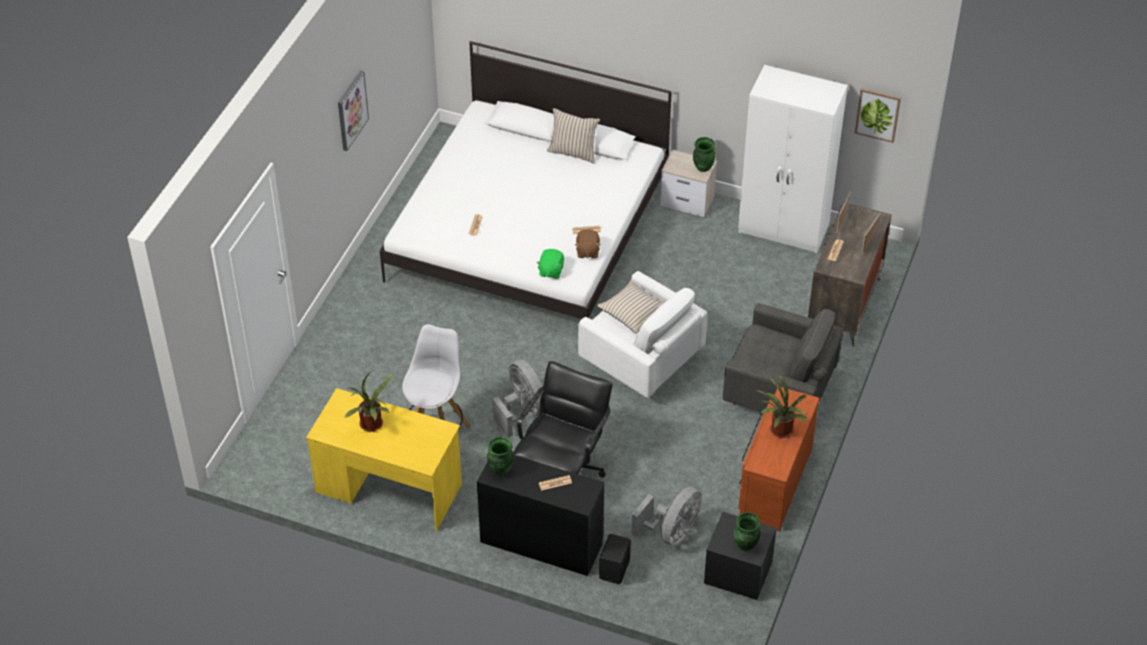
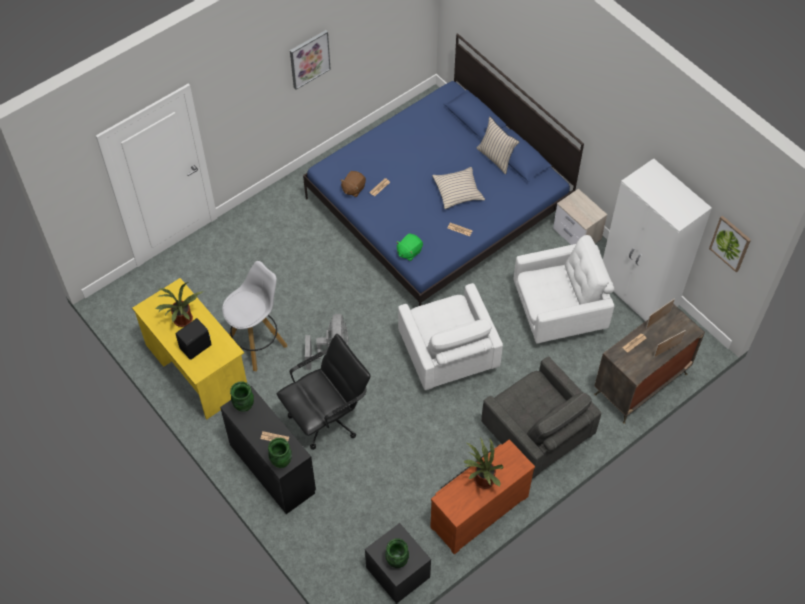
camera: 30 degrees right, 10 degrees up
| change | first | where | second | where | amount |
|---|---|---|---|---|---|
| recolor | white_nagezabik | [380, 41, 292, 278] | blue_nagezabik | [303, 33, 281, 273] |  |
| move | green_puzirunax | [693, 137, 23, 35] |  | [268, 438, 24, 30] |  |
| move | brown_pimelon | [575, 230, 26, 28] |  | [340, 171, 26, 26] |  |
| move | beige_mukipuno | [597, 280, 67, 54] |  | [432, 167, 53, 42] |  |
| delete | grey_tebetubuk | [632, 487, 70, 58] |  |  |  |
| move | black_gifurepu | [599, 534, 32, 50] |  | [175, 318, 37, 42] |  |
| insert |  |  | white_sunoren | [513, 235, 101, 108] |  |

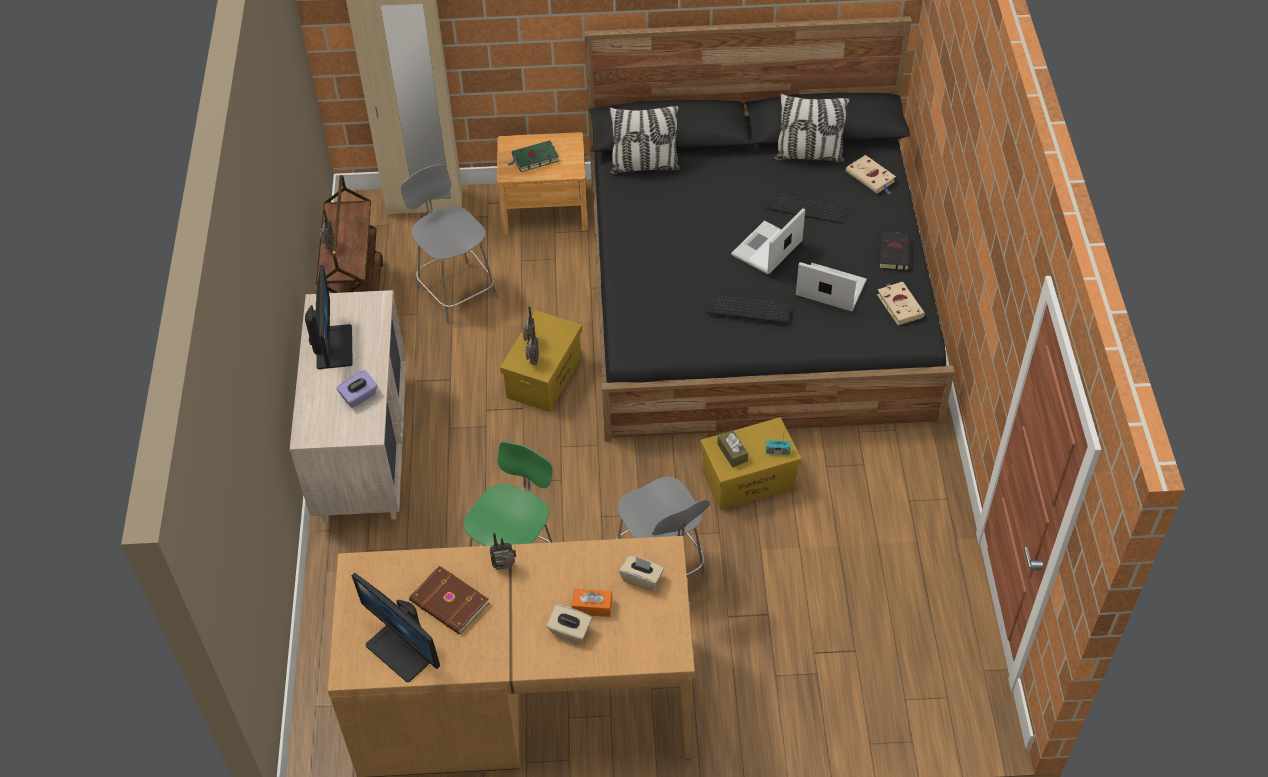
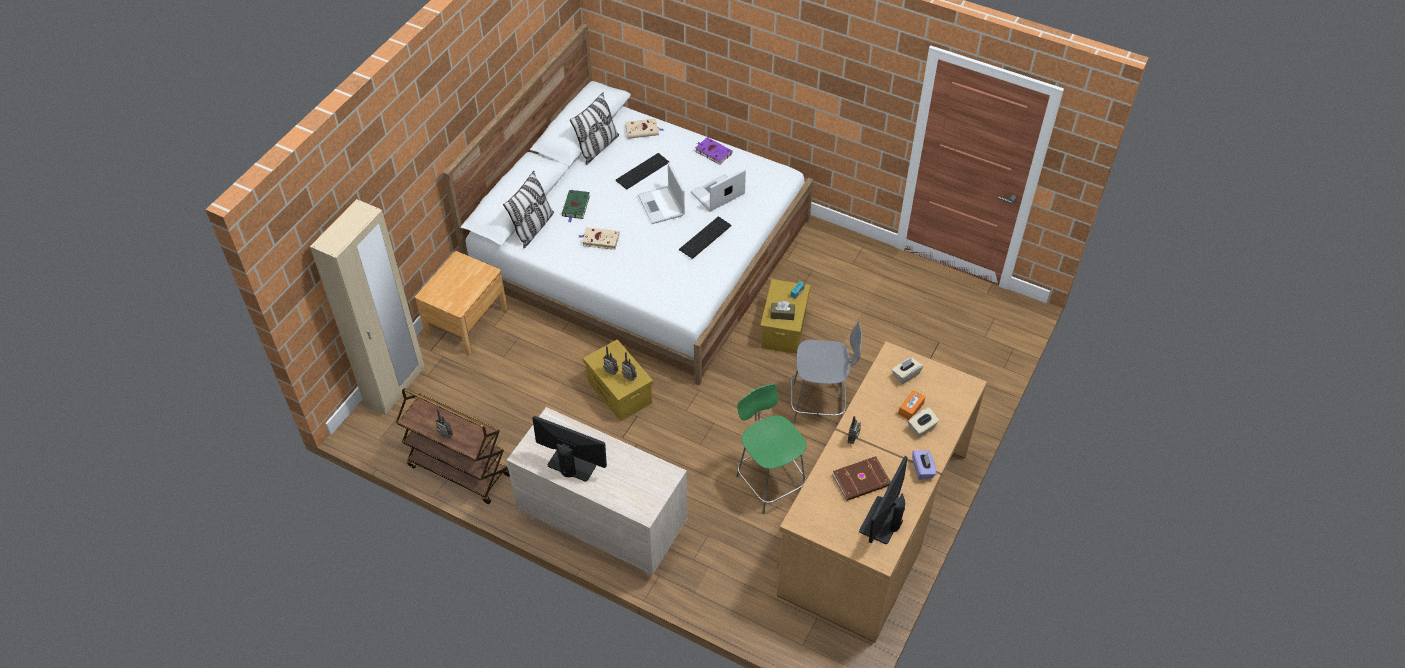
camera: 60 degrees left, 0 degrees up
| change | first | where | second | where | amount |
|---|---|---|---|---|---|
| recolor | black_nagezabik | [584, 16, 371, 425] | white_nagezabik | [443, 24, 370, 361] |  |
| move | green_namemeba | [508, 140, 51, 32] |  | [562, 190, 28, 33] |  |
| delete | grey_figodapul | [401, 164, 97, 159] |  |  |  |
| recolor | black_namemeba | [879, 232, 31, 39] | purple_namemeba | [695, 137, 38, 28] |  |
| move | beige_namemeba | [877, 282, 48, 43] |  | [579, 227, 40, 23] |  |
| move | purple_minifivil | [337, 370, 40, 38] |  | [912, 450, 25, 30] |  |
| rotate | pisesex | [351, 573, 89, 109] |  | [859, 456, 49, 88] | 135 degrees clockwise |

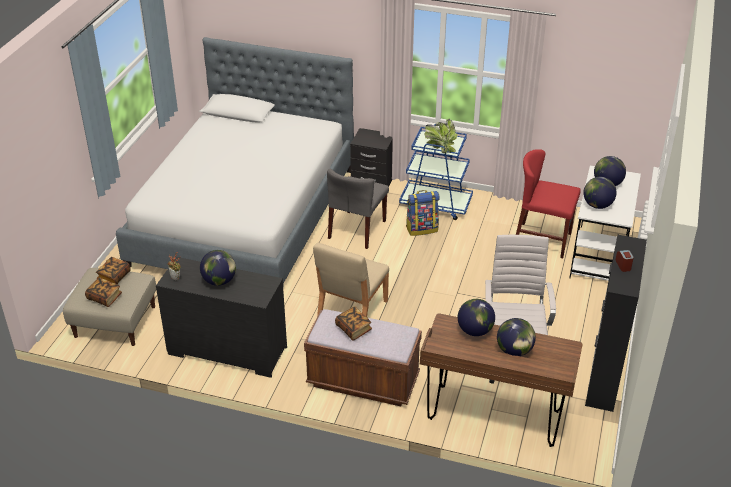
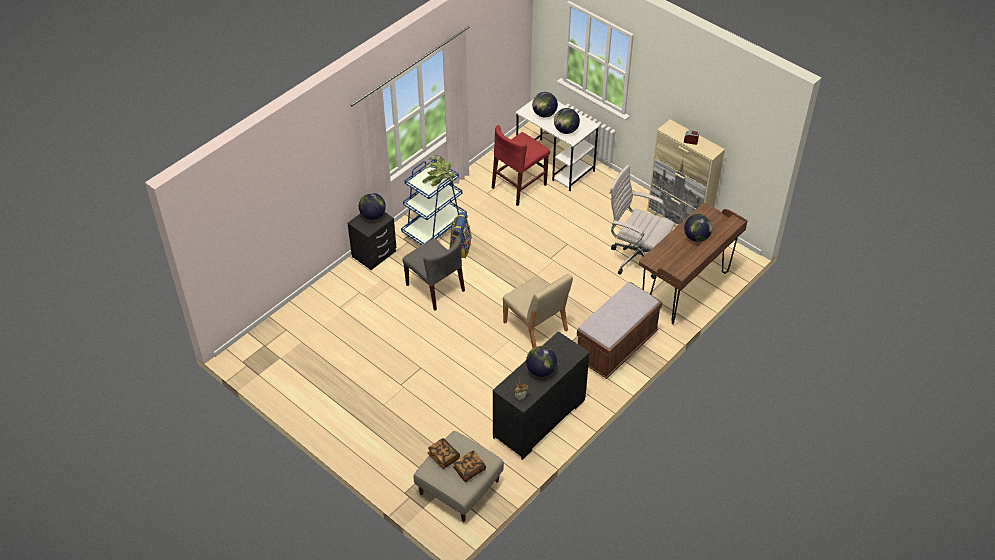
camera: 65 degrees left, 10 degrees up
| change | first | where | second | where | amount |
|---|---|---|---|---|---|
| delete | nagezabik | [116, 37, 238, 246] |  |  |  |
| recolor | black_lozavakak | [585, 235, 62, 177] | beige_lozavakak | [647, 119, 78, 109] |  |
| move | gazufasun | [458, 299, 37, 37] |  | [359, 193, 27, 27] |  |
| delete | namemeba | [335, 306, 37, 35] |  |  |  |

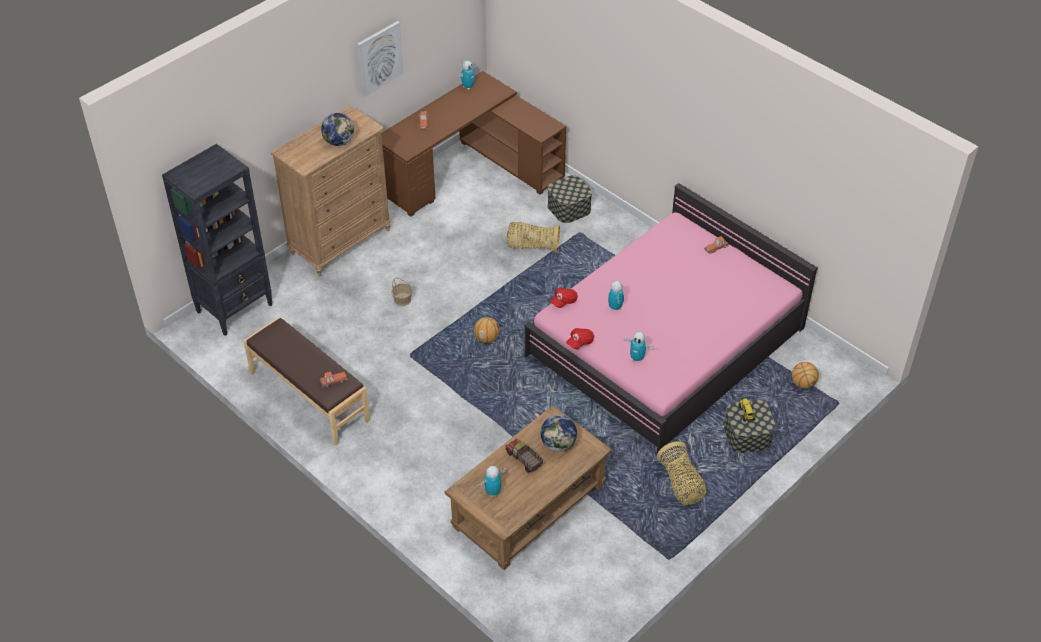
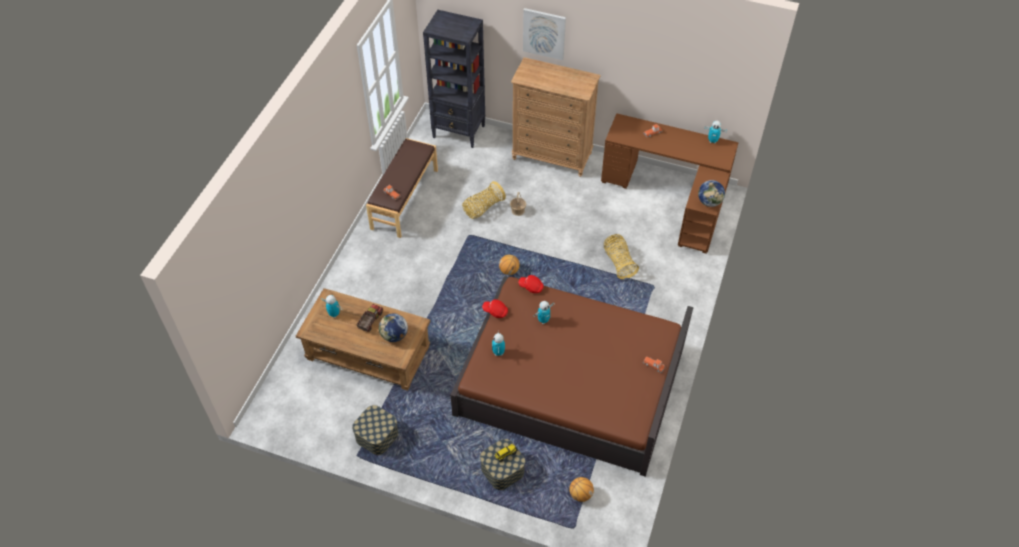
camera: 65 degrees right, 5 degrees up
| change | first | where | second | where | amount |
|---|---|---|---|---|---|
| move | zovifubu | [357, 21, 47, 76] |  | [523, 8, 43, 52] |  |
| move | gazufasun | [321, 113, 33, 33] |  | [698, 180, 27, 27] |  |
| move | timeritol | [548, 175, 44, 48] |  | [352, 405, 46, 50] |  |
| recolor | pink_nagezabik | [524, 183, 294, 271] | brown_nagezabik | [450, 276, 244, 201] |  |
| move | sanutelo | [657, 441, 49, 64] |  | [462, 181, 44, 38] |  |

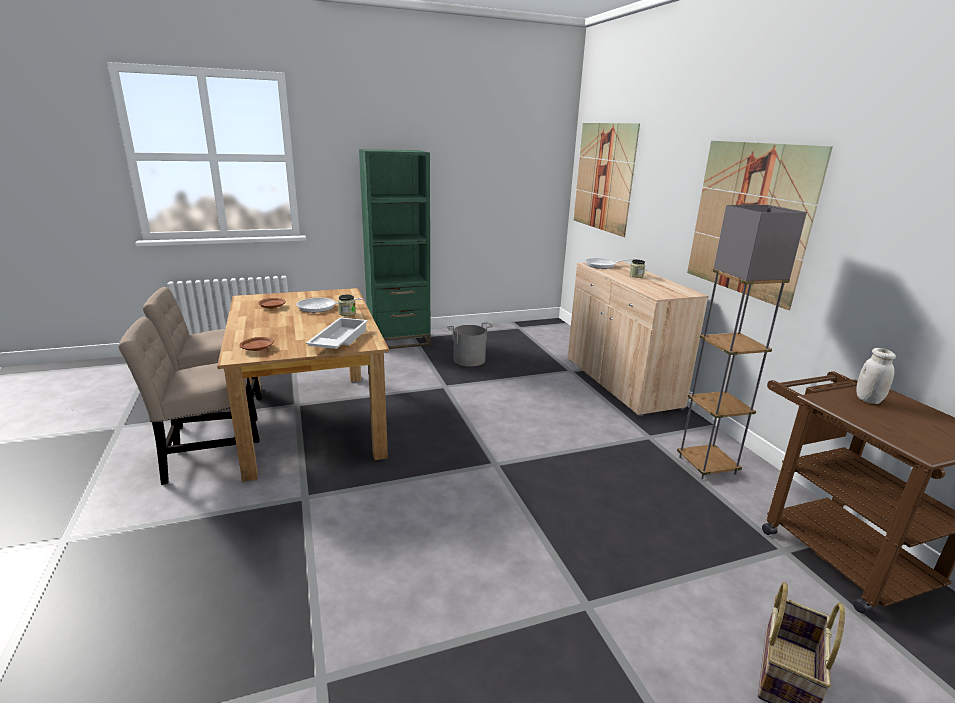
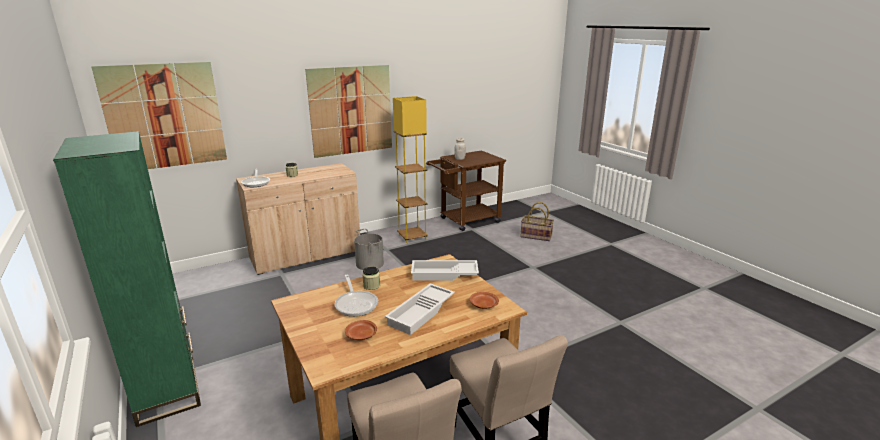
camera: 100 degrees left, 0 degrees up
| change | first | where | second | where | amount |
|---|---|---|---|---|---|
| recolor | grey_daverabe | [677, 205, 130, 274] | yellow_daverabe | [393, 96, 35, 147] |  |
| move | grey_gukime | [447, 322, 46, 45] |  | [354, 229, 30, 41] |  |
| insert |  |  | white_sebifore | [384, 283, 71, 52] |  |

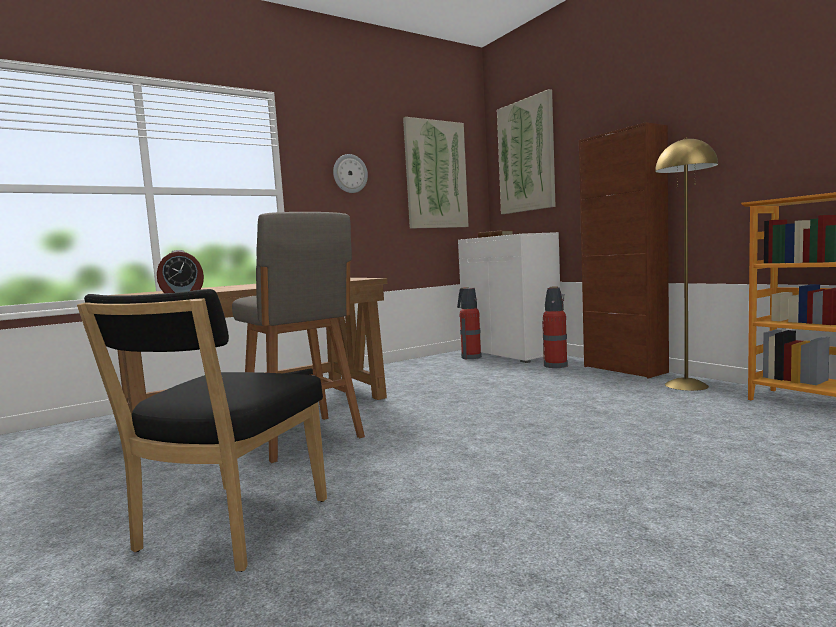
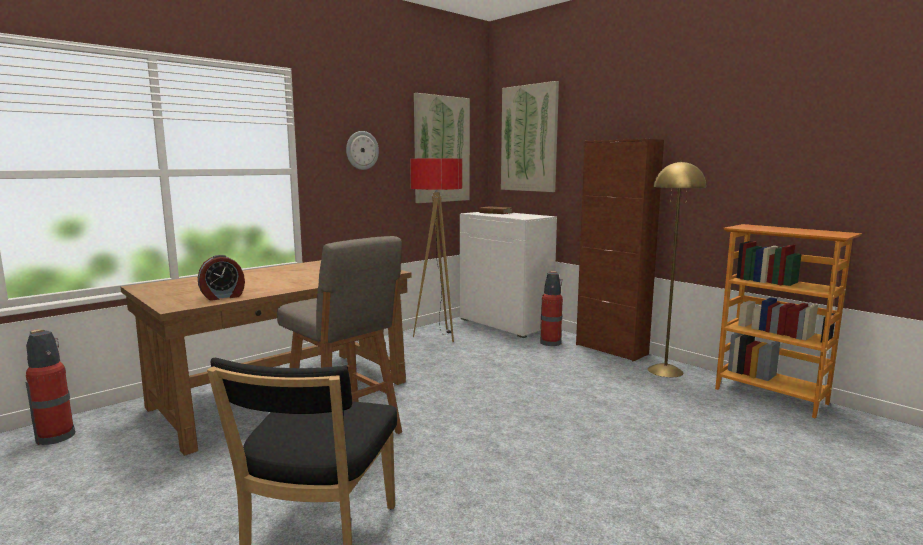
camera: 10 degrees left, 5 degrees up
| change | first | where | second | where | amount |
|---|---|---|---|---|---|
| move | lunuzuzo | [457, 287, 25, 73] |  | [26, 329, 50, 116] |  |
| insert |  |  | daverabe | [410, 158, 52, 184] |  |

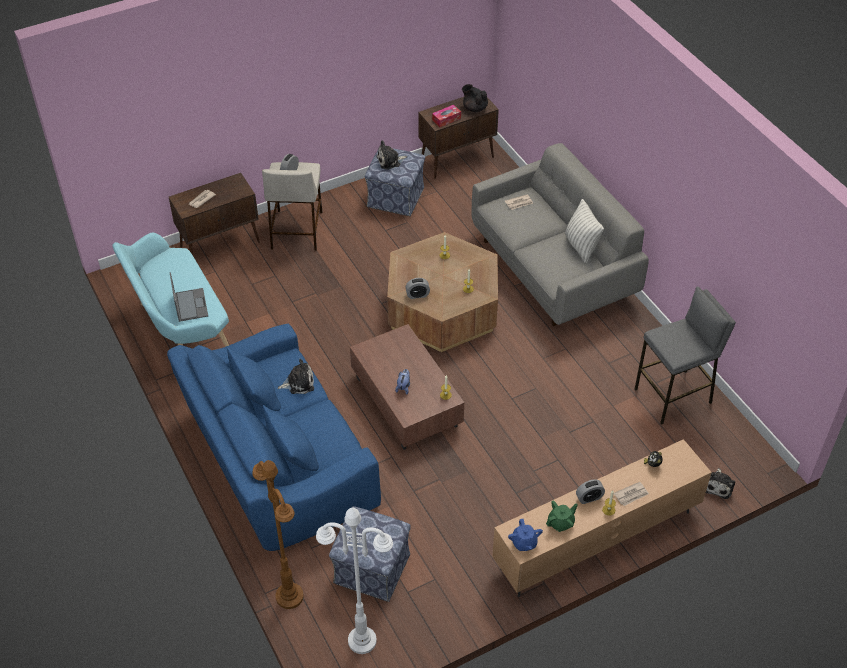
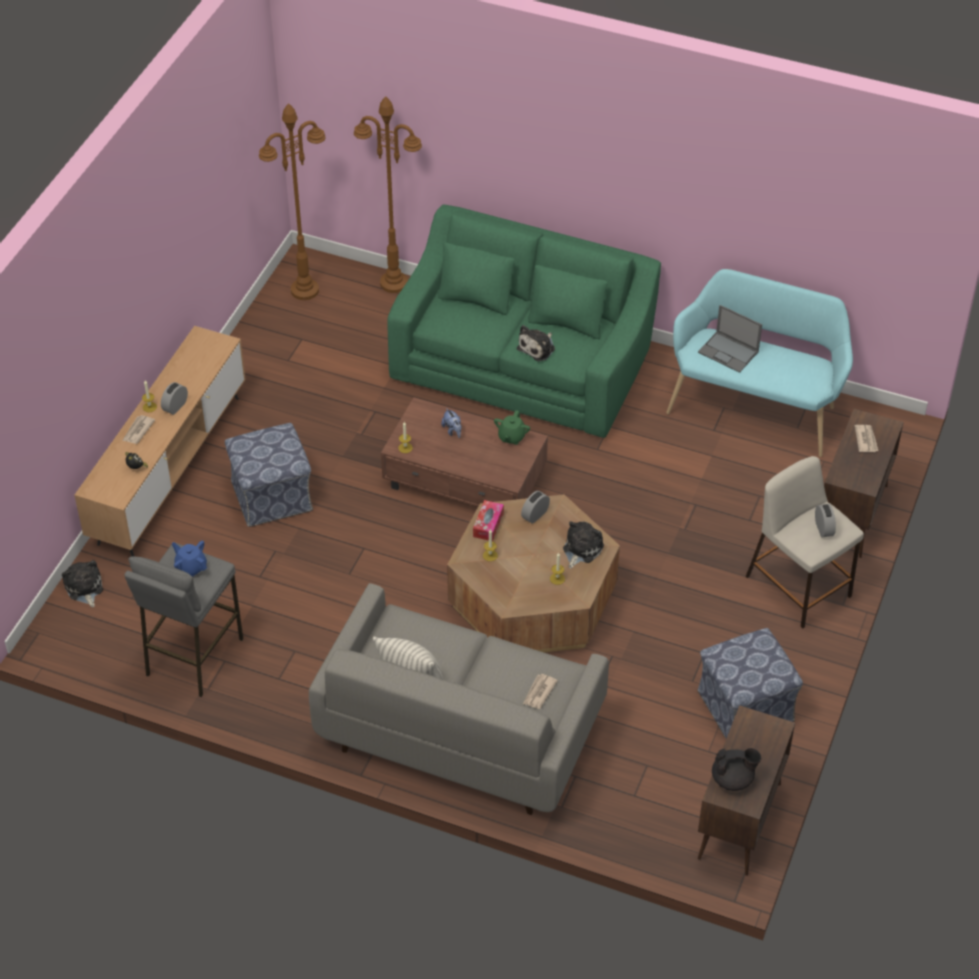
camera: 140 degrees right, 0 degrees up
| change | first | where | second | where | amount |
|---|---|---|---|---|---|
| move | minifivil | [432, 105, 29, 22] |  | [473, 500, 31, 41] |  |
| move | pimelon | [377, 140, 30, 30] |  | [563, 521, 41, 48] |  |
| recolor | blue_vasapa | [167, 324, 214, 227] | green_vasapa | [387, 205, 274, 233] |  |
| move | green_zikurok | [546, 501, 32, 31] |  | [494, 410, 36, 35] |  |
| move | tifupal | [329, 506, 82, 96] |  | [225, 423, 88, 104] |  |
| recolor | white_daverabe | [316, 507, 77, 147] | brown_daverabe | [259, 103, 66, 197] |  |
| move | blue_zikurok | [508, 519, 35, 32] |  | [172, 541, 35, 36] |  |

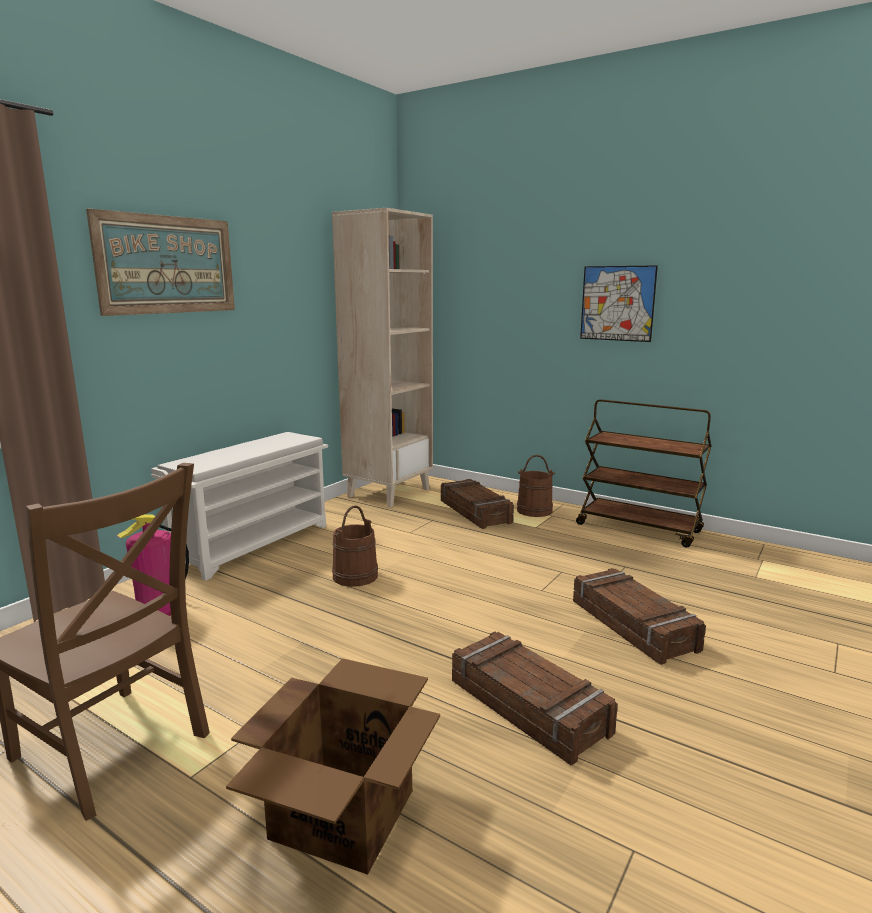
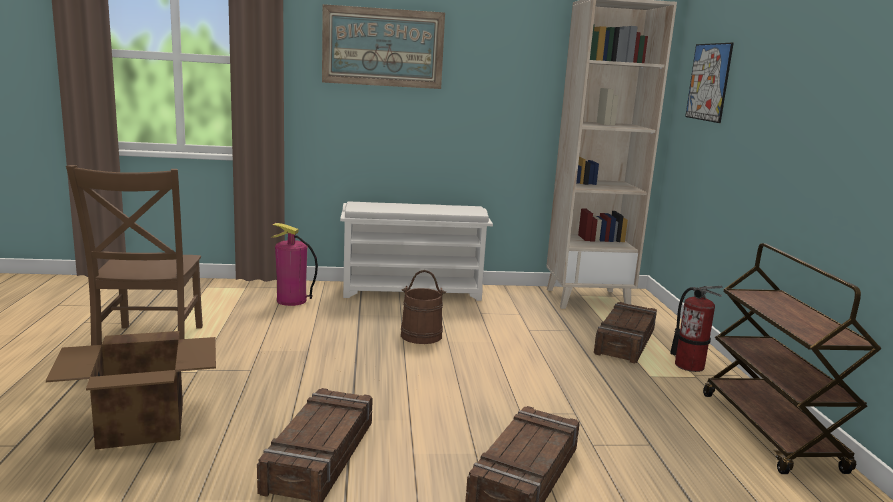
camera: 50 degrees right, 0 degrees up
| change | first | where | second | where | amount |
|---|---|---|---|---|---|
| move | zovifubu | [580, 265, 78, 77] |  | [685, 43, 49, 80] |  |
| replace | brown_gukime | [517, 455, 38, 62] | lunuzuzo | [670, 286, 53, 86] |  |

